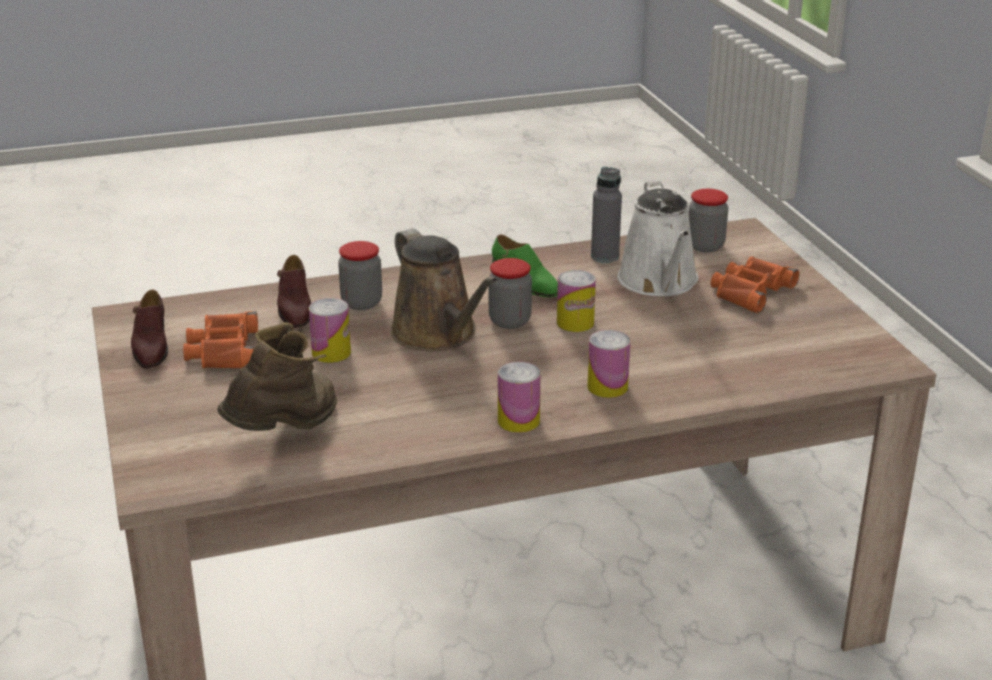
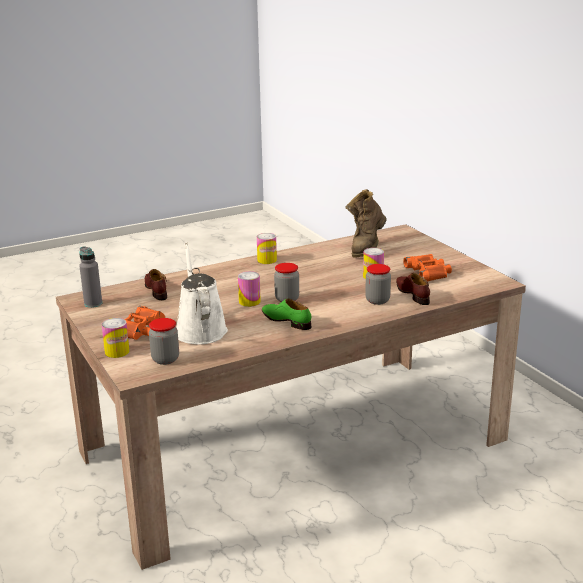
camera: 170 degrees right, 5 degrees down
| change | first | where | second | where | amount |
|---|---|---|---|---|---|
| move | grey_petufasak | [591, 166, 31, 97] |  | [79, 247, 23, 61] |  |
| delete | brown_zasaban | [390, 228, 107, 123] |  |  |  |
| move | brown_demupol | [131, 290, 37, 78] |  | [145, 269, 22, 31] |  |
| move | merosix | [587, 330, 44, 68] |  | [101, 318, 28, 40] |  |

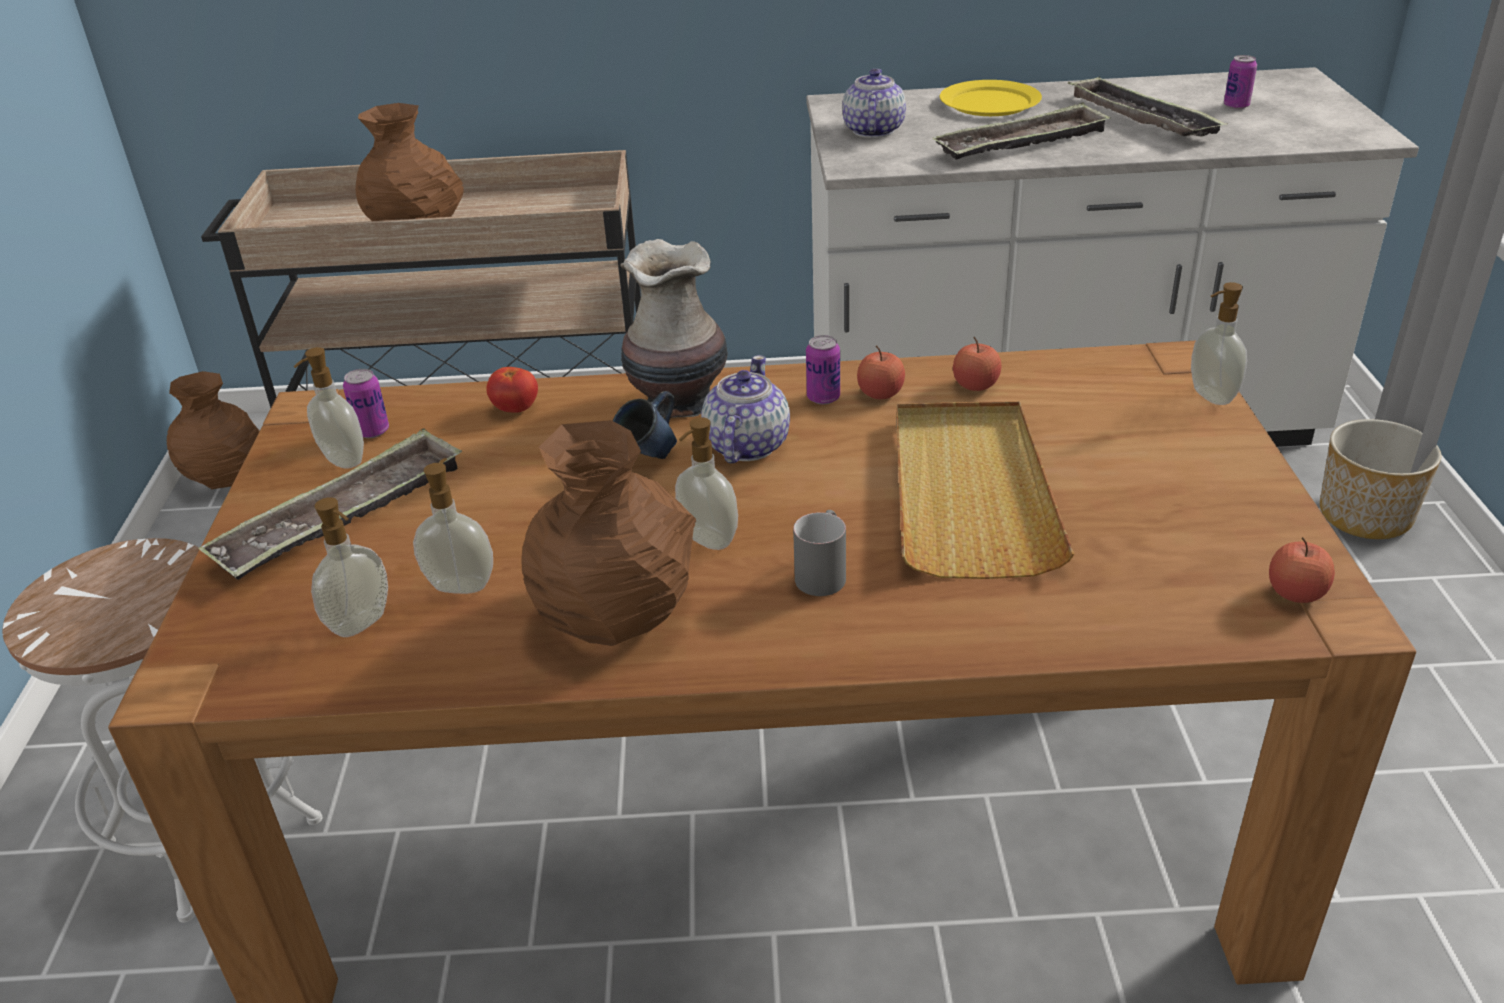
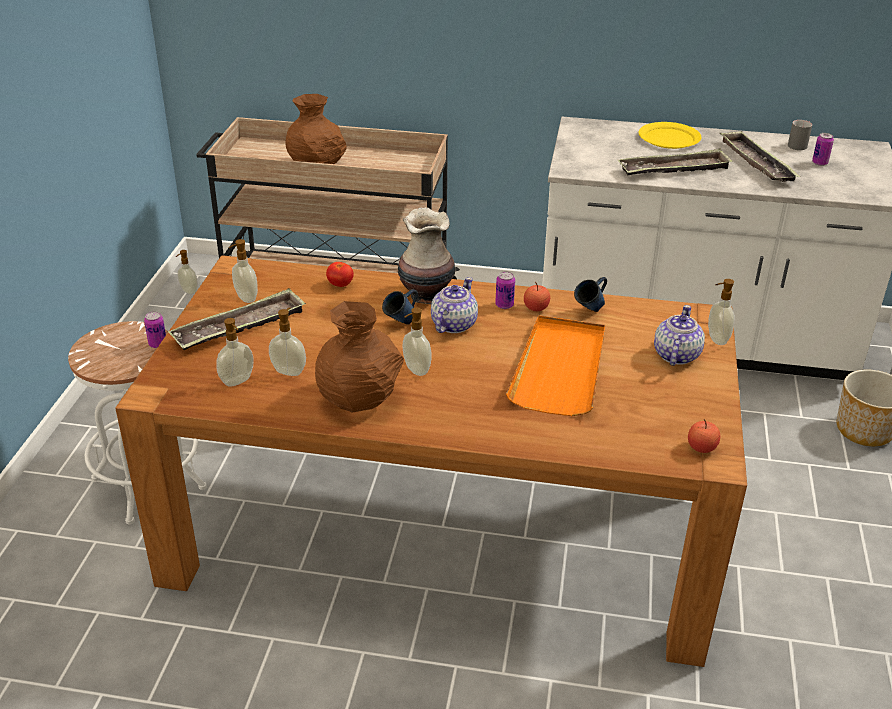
camera: 10 degrees right, 0 degrees up
| change | first | where | second | where | amount |
|---|---|---|---|---|---|
| move | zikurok | [842, 69, 64, 69] |  | [654, 305, 51, 61] |  |
| replace | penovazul | [953, 337, 48, 54] | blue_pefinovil | [574, 277, 33, 35] |  |
| move | merosix | [343, 369, 46, 69] |  | [144, 311, 22, 37] |  |
| replace | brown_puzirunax | [167, 371, 93, 118] | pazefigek | [176, 250, 22, 44] |  |
| recolor | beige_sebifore | [896, 401, 178, 178] | orange_sebifore | [506, 315, 99, 101] |  |
| move | grey_pefinovil | [793, 510, 53, 86] |  | [788, 120, 24, 30] |  |

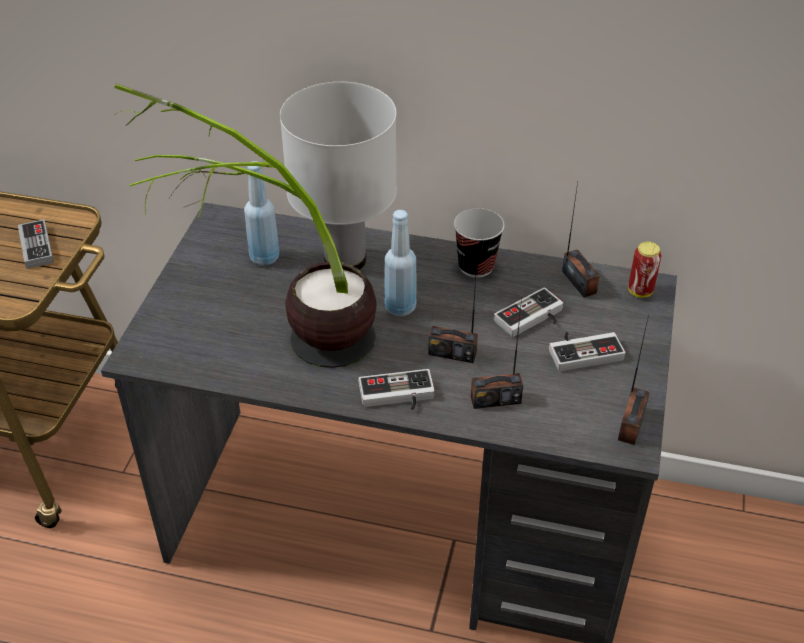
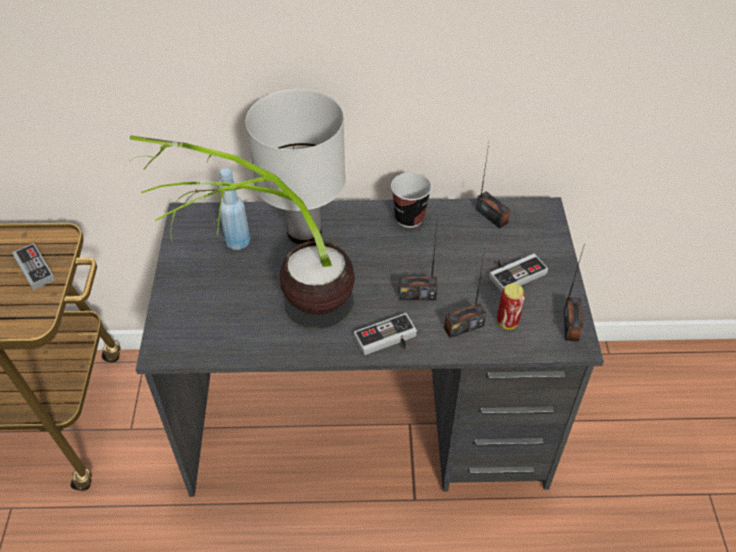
camera: 15 degrees left, 5 degrees up
| change | first | where | second | where | amount |
|---|---|---|---|---|---|
| delete | blue_petufasak | [385, 210, 32, 106] |  |  |  |
| move | merosix | [628, 242, 33, 56] |  | [497, 283, 28, 46] |  |
| delete | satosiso | [494, 287, 69, 50] |  |  |  |

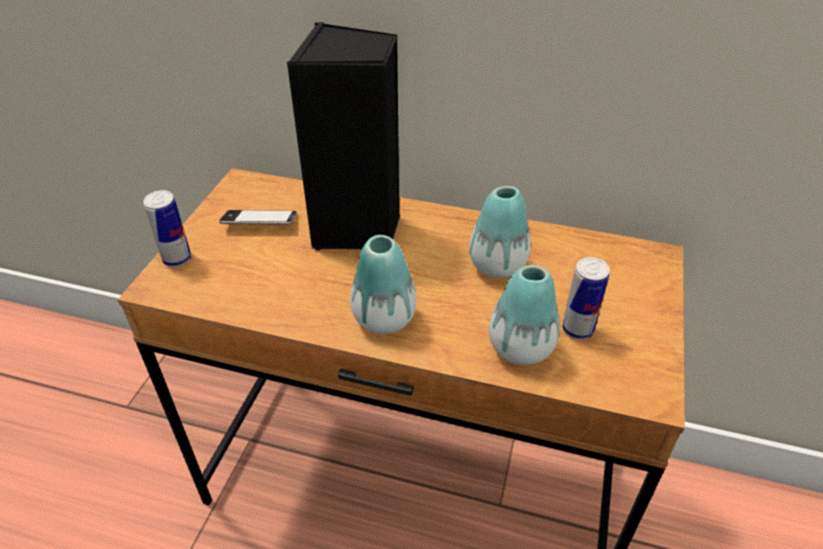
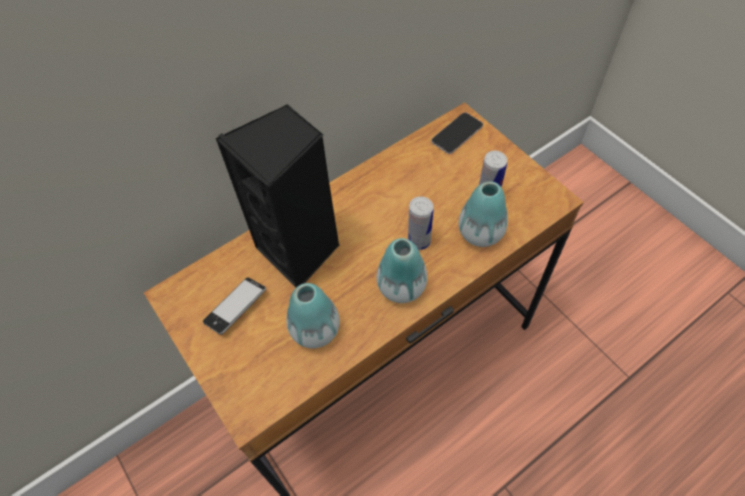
camera: 50 degrees left, 15 degrees up
| change | first | where | second | where | amount |
|---|---|---|---|---|---|
| move | puzirunax | [469, 186, 61, 92] |  | [286, 283, 54, 66] |  |
| move | merosix | [143, 190, 48, 77] |  | [408, 197, 26, 53] |  |
| insert |  |  | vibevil | [431, 112, 52, 42] |  |

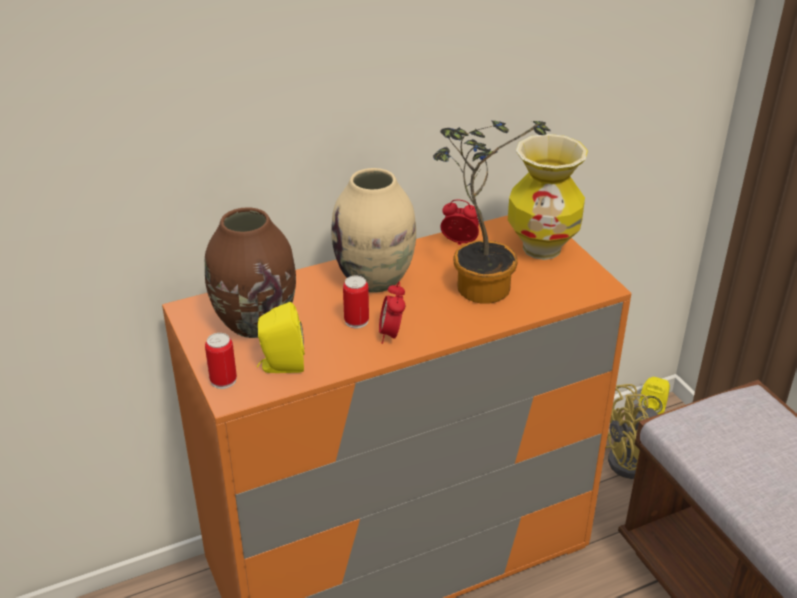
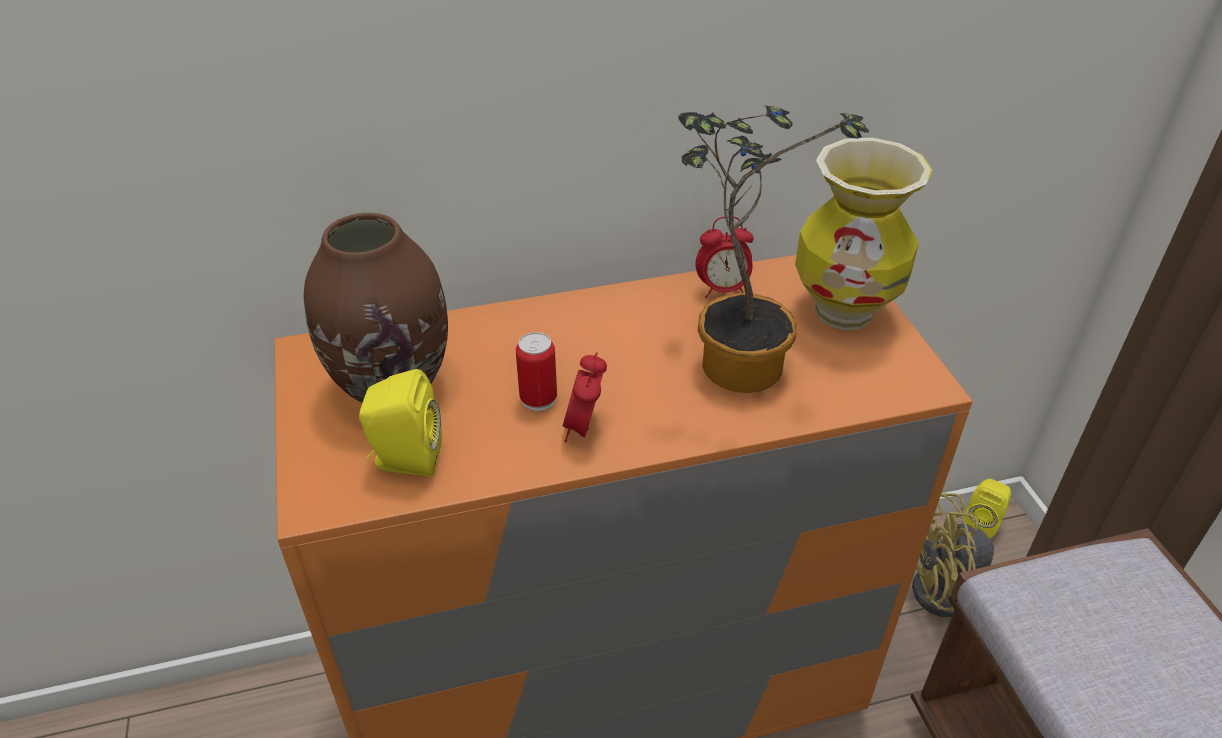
camera: 10 degrees right, 5 degrees up
| change | first | where | second | where | amount |
|---|---|---|---|---|---|
| delete | beige_puzirunax | [331, 168, 85, 124] |  |  |  |
| rotate | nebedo | [440, 200, 39, 45] |  | [695, 216, 59, 83] | 150 degrees clockwise |
| delete | merosix | [205, 333, 32, 56] |  |  |  |

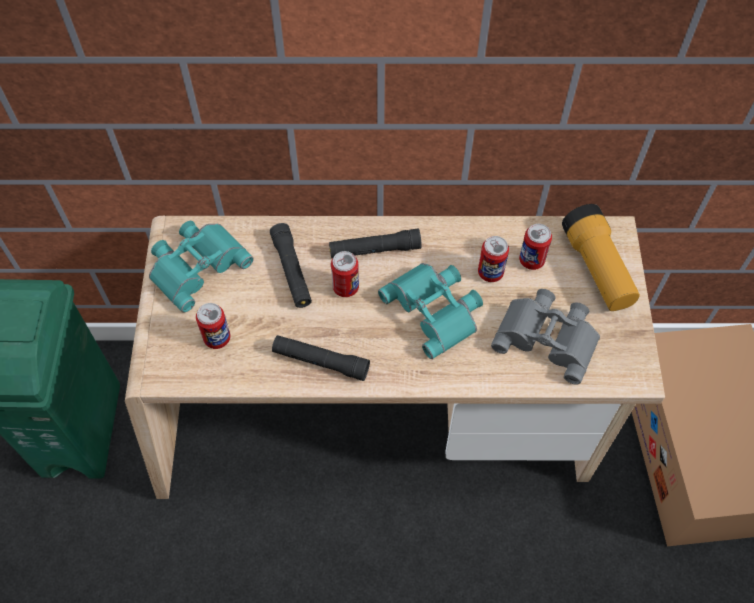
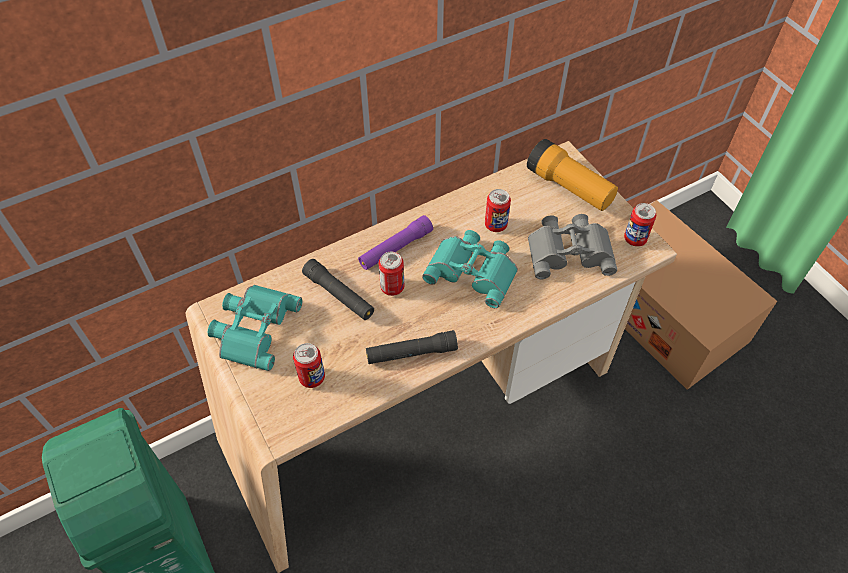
camera: 30 degrees left, 5 degrees down
| change | first | where | second | where | amount |
|---|---|---|---|---|---|
| move | merosix | [519, 224, 33, 46] |  | [624, 203, 32, 44] |  |
| recolor | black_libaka | [329, 228, 93, 30] | purple_libaka | [358, 215, 75, 55] |  |

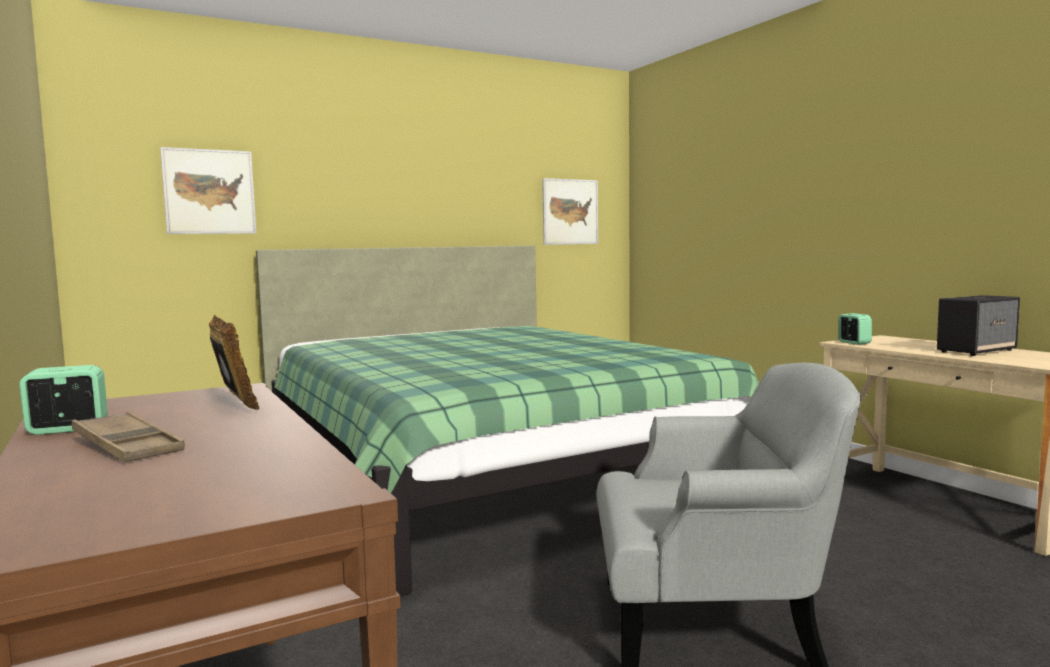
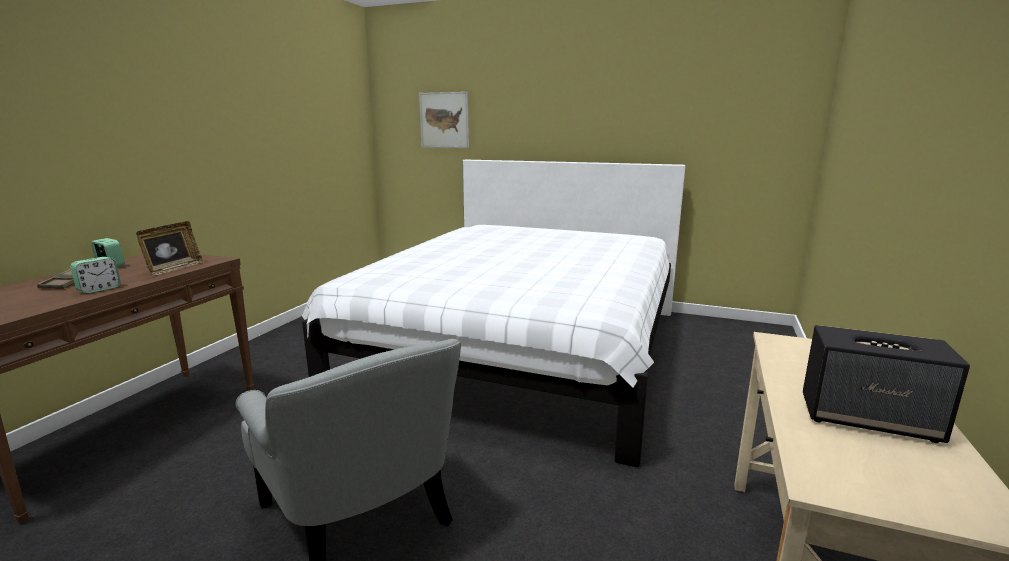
camera: 50 degrees right, 10 degrees up
| change | first | where | second | where | amount |
|---|---|---|---|---|---|
| delete | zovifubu | [542, 178, 56, 67] |  |  |  |
| recolor | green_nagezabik | [256, 246, 503, 350] | white_nagezabik | [302, 160, 383, 307] |  |
| move | nebedo | [838, 313, 34, 32] |  | [70, 257, 51, 37] |  |

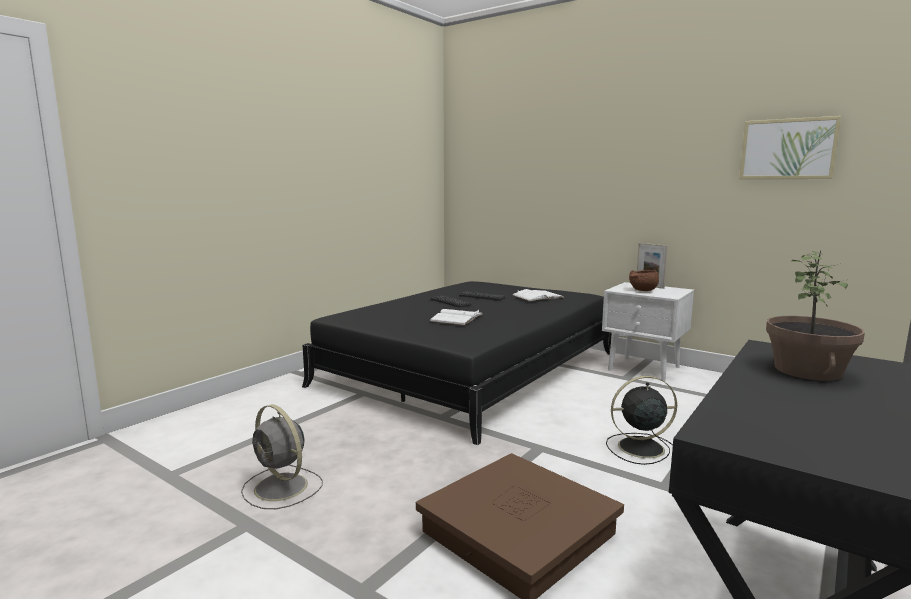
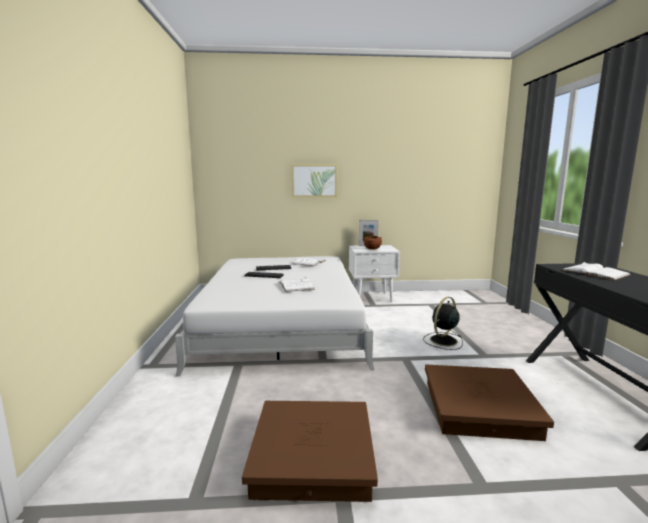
camera: 40 degrees left, 0 degrees up
| change | first | where | second | where | amount |
|---|---|---|---|---|---|
| move | zovifubu | [739, 116, 102, 63] |  | [292, 164, 45, 33] |  |
| replace | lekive | [766, 250, 99, 131] | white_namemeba | [562, 262, 68, 18] |  |
| recolor | black_nagezabik | [302, 281, 309, 164] | white_nagezabik | [175, 256, 200, 120] |  |
| replace | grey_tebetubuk | [241, 404, 82, 105] | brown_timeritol | [242, 401, 136, 101] |  |

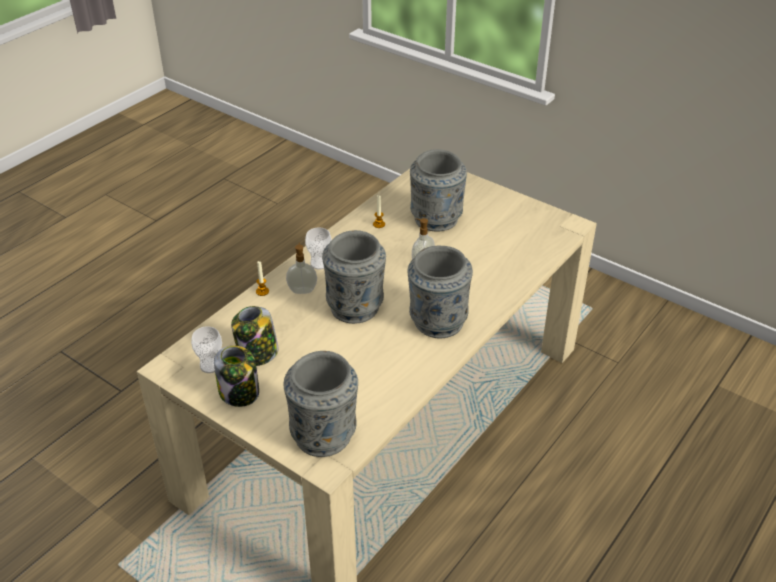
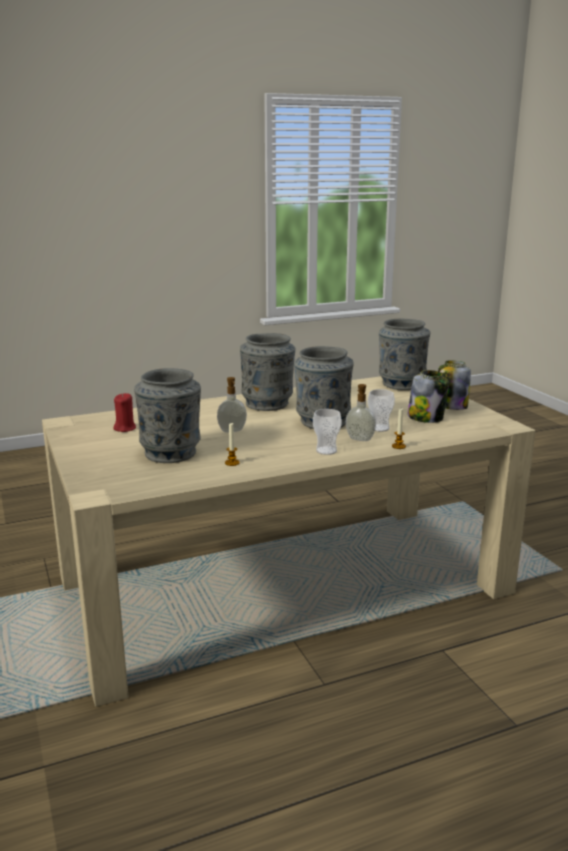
camera: 150 degrees left, 20 degrees down
| change | first | where | second | where | amount |
|---|---|---|---|---|---|
| move | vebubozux | [191, 326, 31, 47] |  | [368, 389, 27, 43] |  |
| insert |  |  | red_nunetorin | [113, 393, 23, 39] |  |

